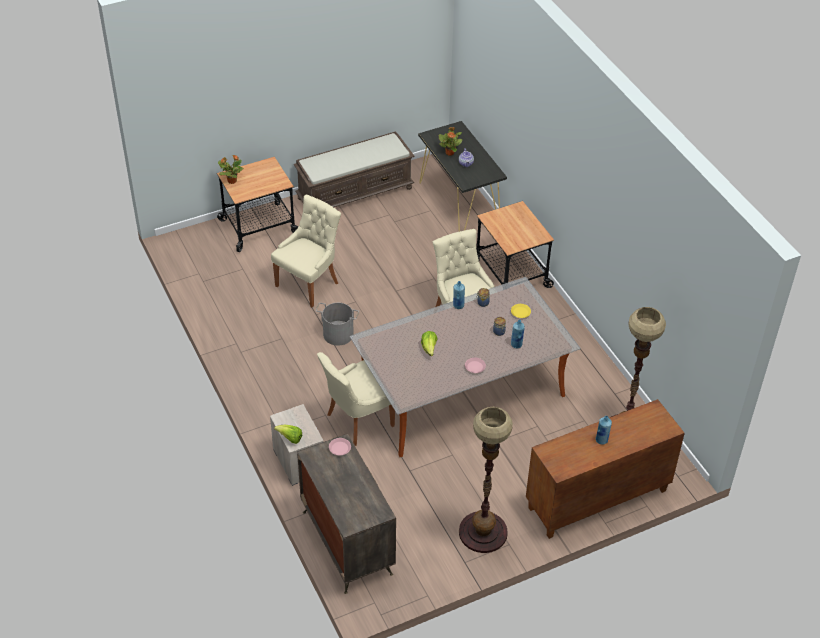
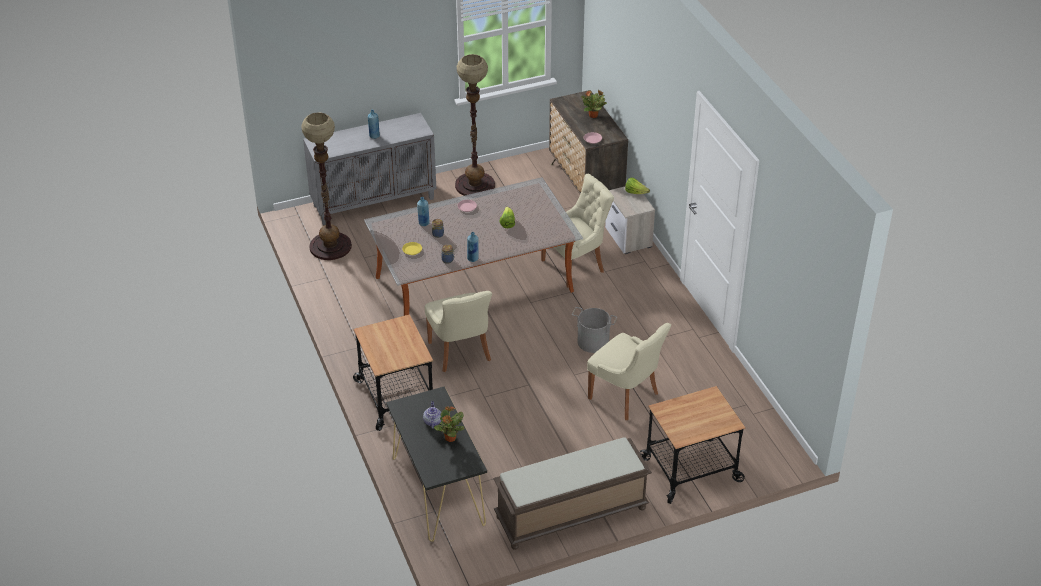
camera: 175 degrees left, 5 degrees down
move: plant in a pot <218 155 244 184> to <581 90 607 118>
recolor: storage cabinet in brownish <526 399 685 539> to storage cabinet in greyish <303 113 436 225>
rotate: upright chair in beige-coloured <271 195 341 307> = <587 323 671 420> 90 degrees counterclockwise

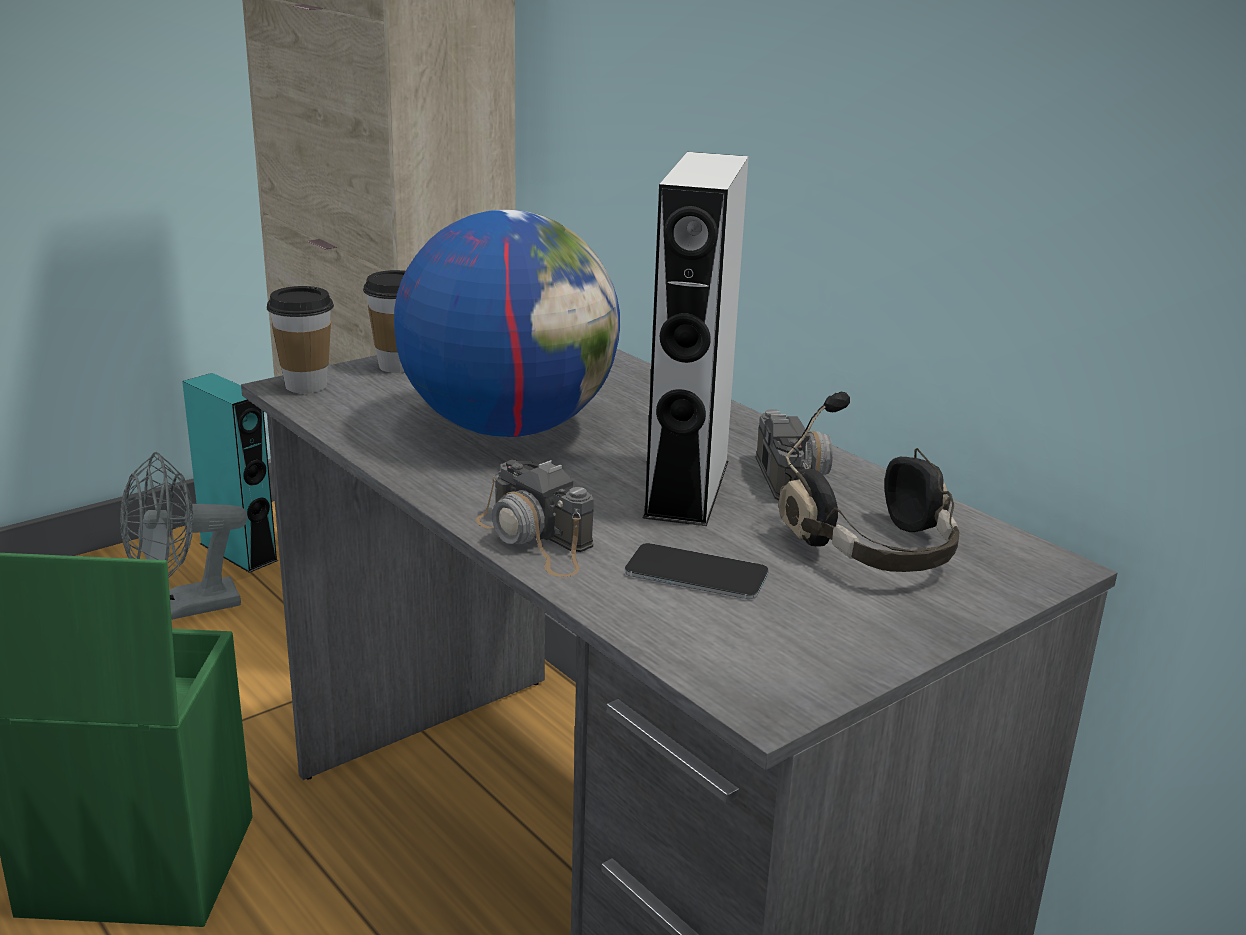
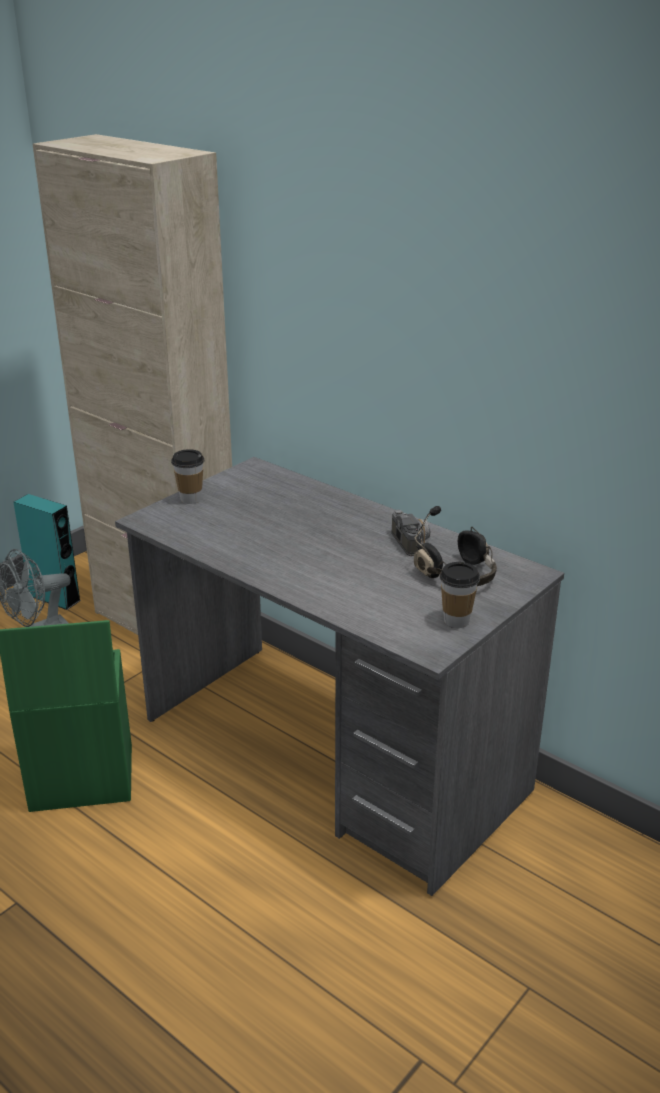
camera: 10 degrees left, 5 degrees up
delete: globe <394 210 620 437>; still camera <475 460 594 577>; phone <625 543 768 599>; speaker in greyish <643 152 749 526>
move: cup <267 286 334 393> to <440 562 480 628>

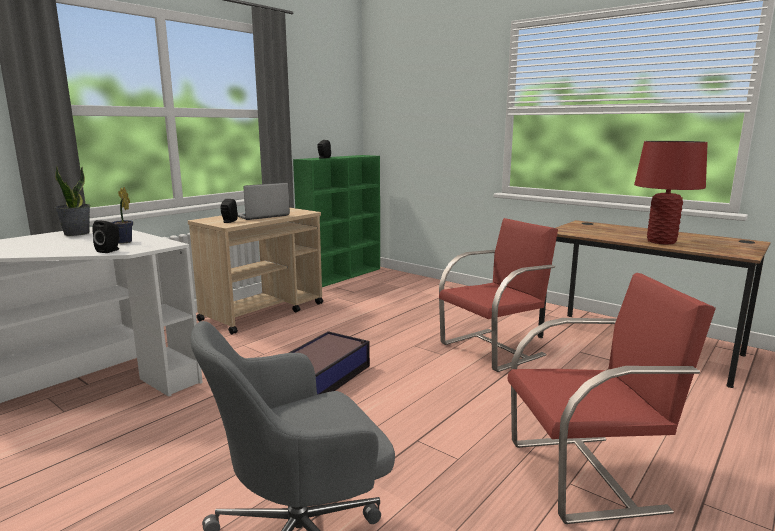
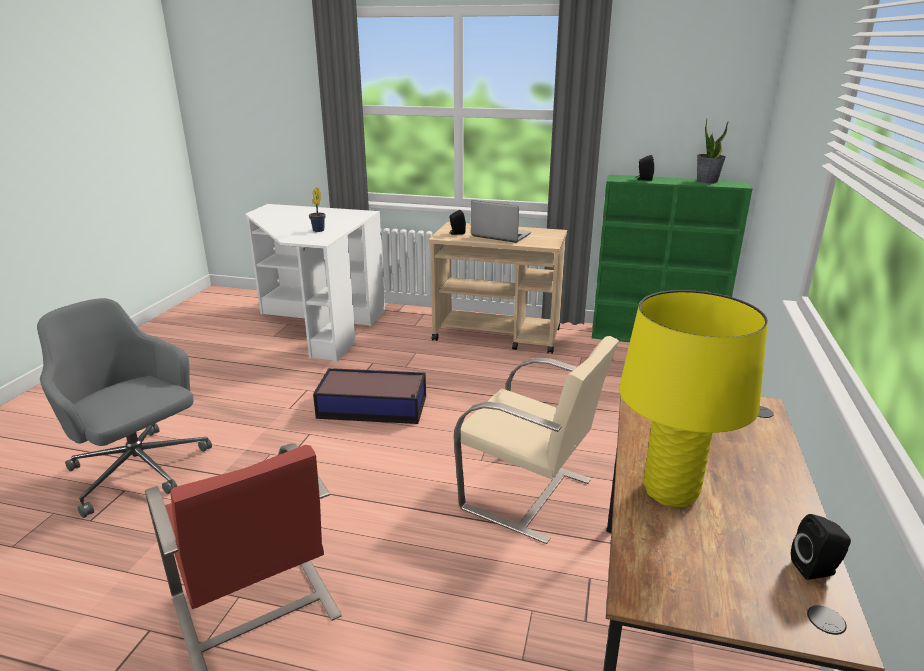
camera: 65 degrees right, 10 degrees up
move: plant in a pot <54 166 90 236> to <697 119 728 184>; speaker in black-coloured <92 220 119 253> to <791 514 851 580>
recolor: upright chair in red-coloured <439 218 558 372> to upright chair in beige-coloured <453 336 619 544>; tabletop lamp in red-coloured <634 141 708 244> to tabletop lamp in yellowish <619 290 768 507>

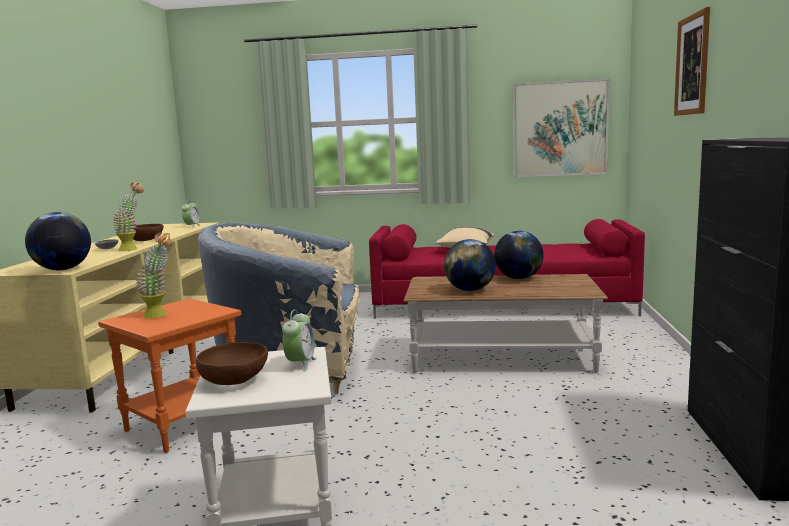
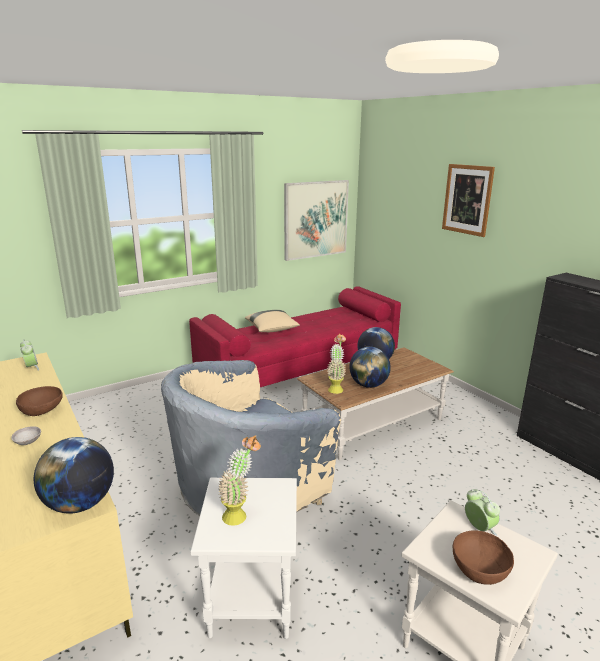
camera: 40 degrees left, 10 degrees up
move: plant in a pot <112 182 144 251> to <327 334 346 394>
recolor: end table in orangey <98 298 242 453> to end table in white <190 478 297 639>

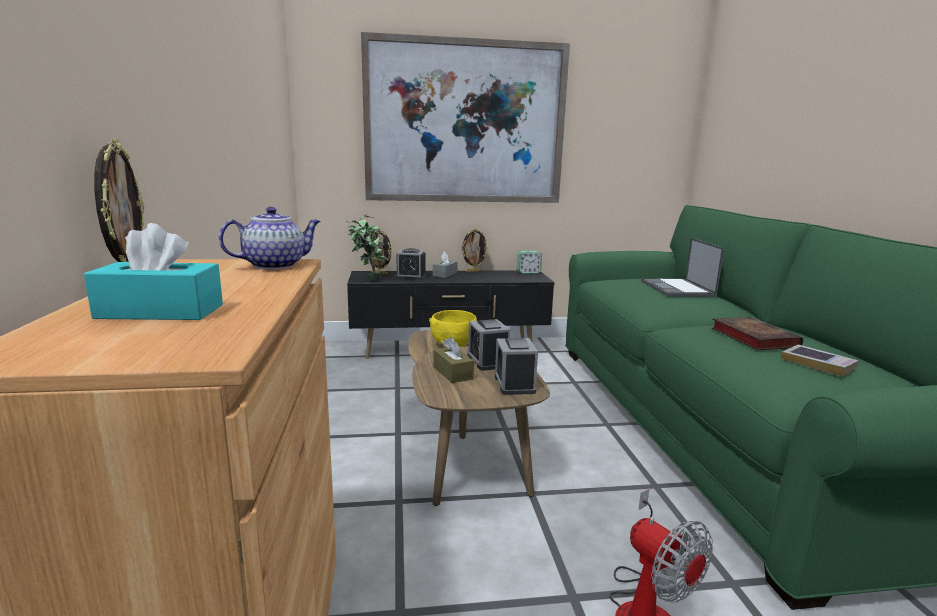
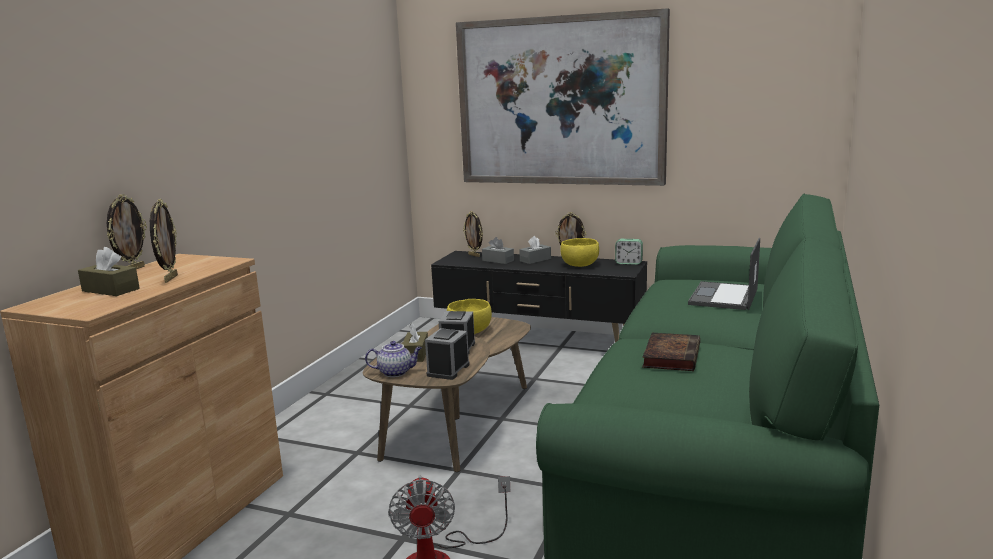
camera: 30 degrees right, 0 degrees up
delete: plant in a pot <347 214 389 280>; bound book <781 344 859 376>
insert: picture frame <150 199 178 283>; bowl in yellowish <560 238 599 267>
move: tea pot <219 207 321 270> to <365 341 422 377>
replace: bedside clock <395 248 427 280> to tissue holder in greyish <482 237 514 264>
recolor: tissue holder in turquoise <84 223 223 320> to tissue holder in brownish <78 247 140 296>

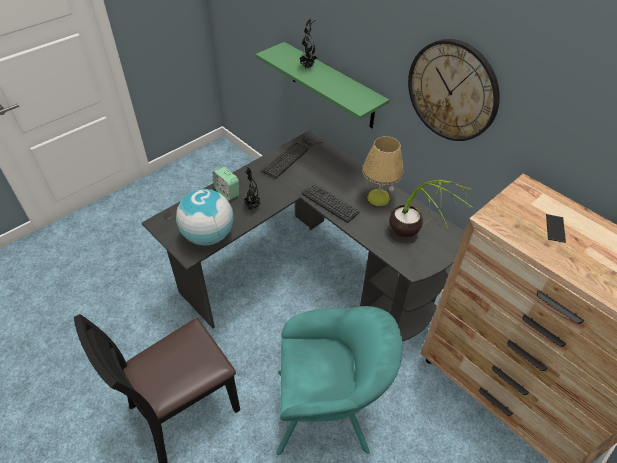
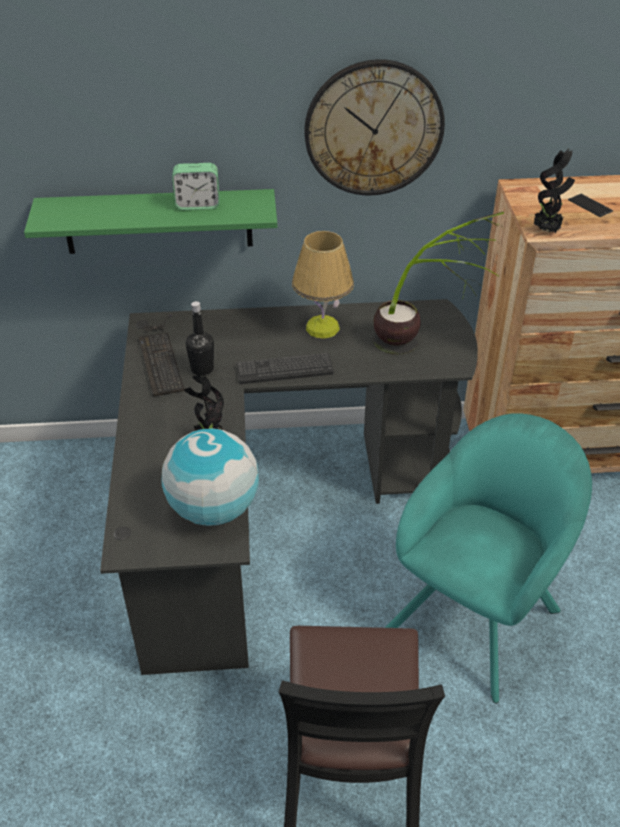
camera: 50 degrees left, 5 degrees down
insert: beverage bottle in black-coloured <186 301 214 376>
move: bedside clock <213 167 240 201> to <172 163 220 210>; plant in a pot <300 19 317 69> to <534 148 575 233>

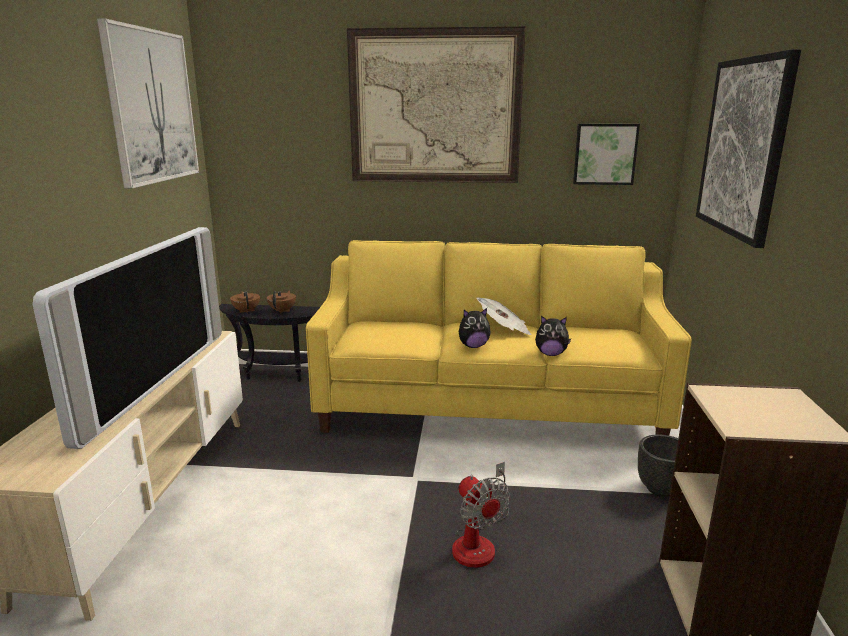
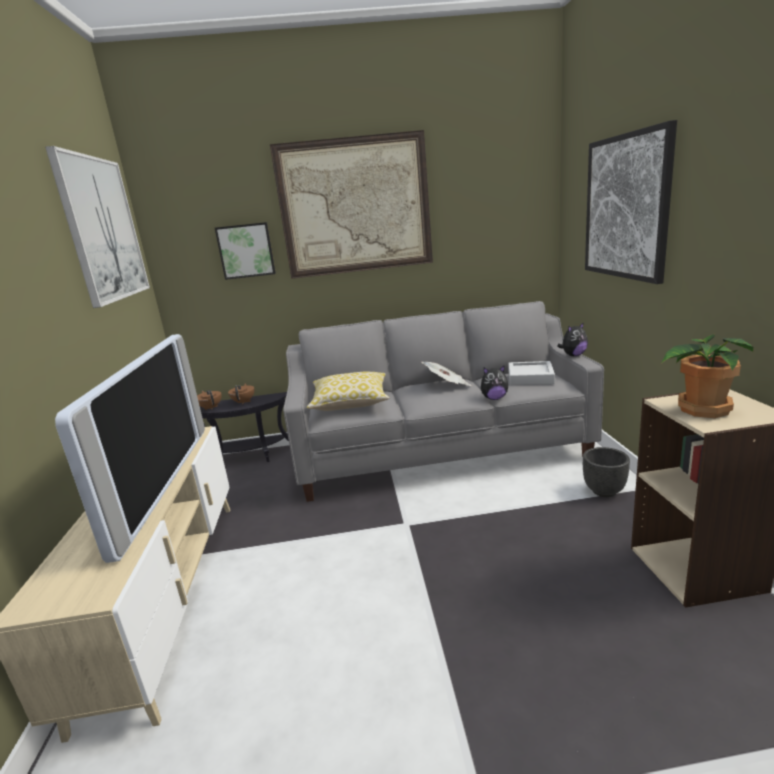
camera: 10 degrees left, 0 degrees up
delete: fan <452 462 510 568>
insert: throw pillow <307 372 390 411>; carrying tray in greyish <508 361 555 385>; plant in a pot <661 334 753 418>
move: wall art <573 124 640 185> to <215 222 276 280>; soft toy <459 308 491 348> to <557 322 588 356>
recolor: settee in yellowish <306 240 692 435> to settee in greyish <283 301 604 502>

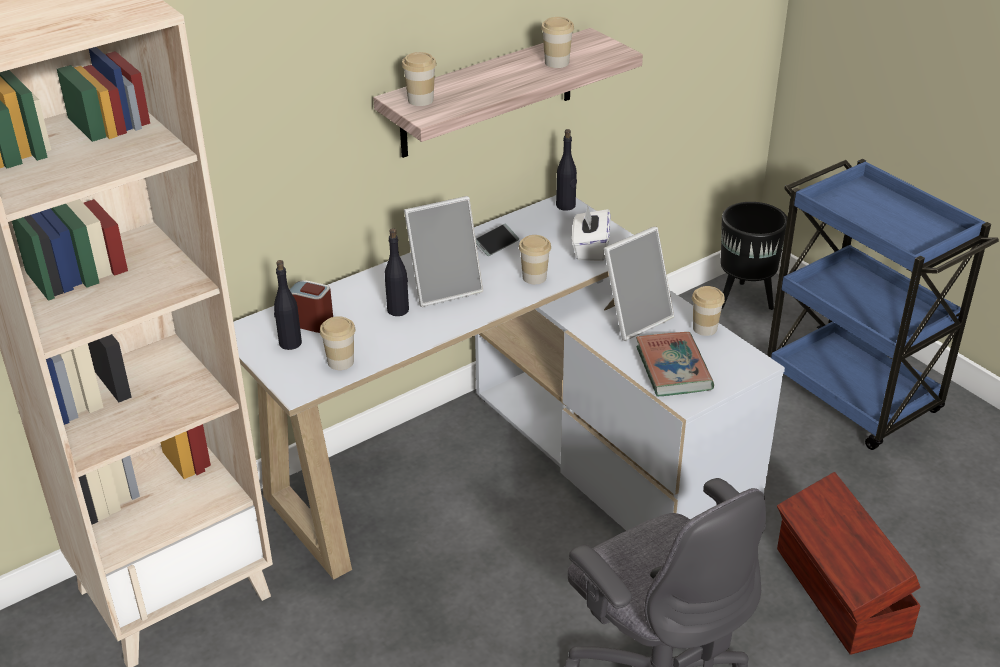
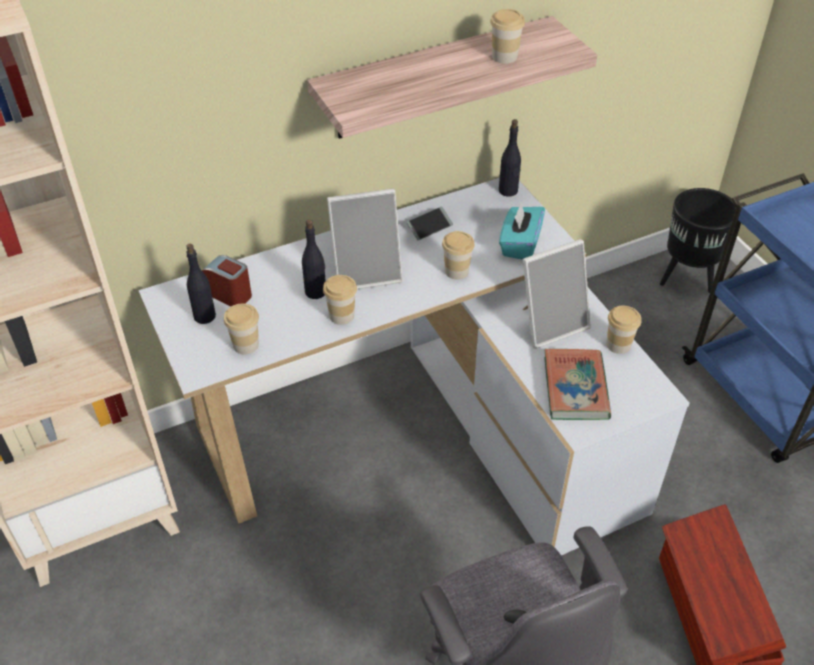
camera: 10 degrees right, 10 degrees up
move: cup <402 52 437 106> to <323 275 357 325>
recolor: tissue holder in white <572 204 611 261> to tissue holder in turquoise <499 202 545 260>

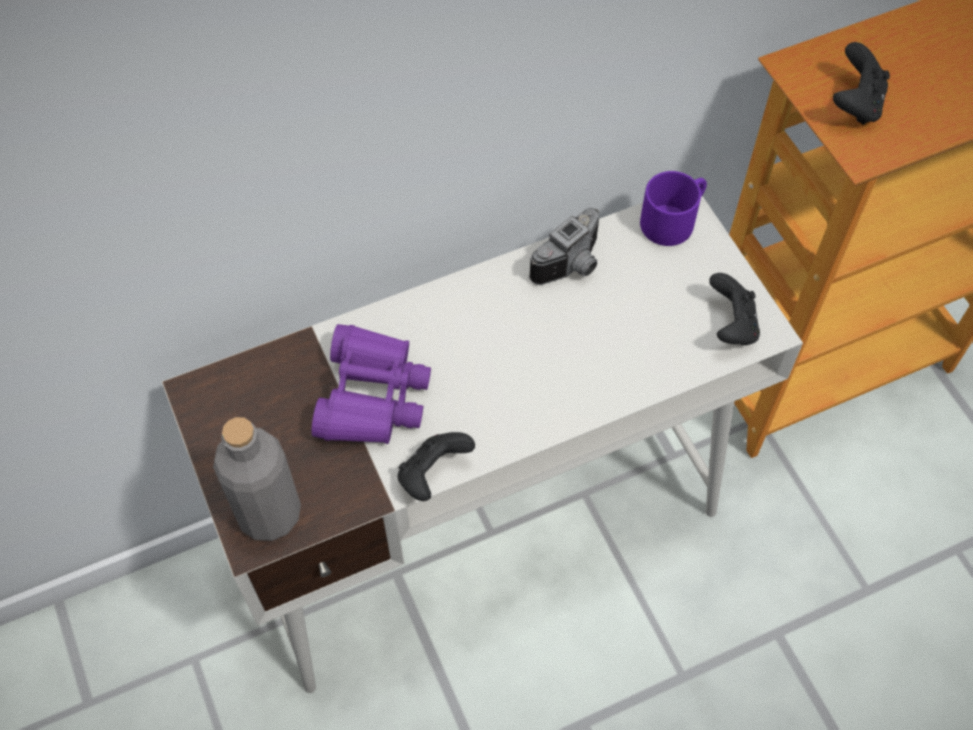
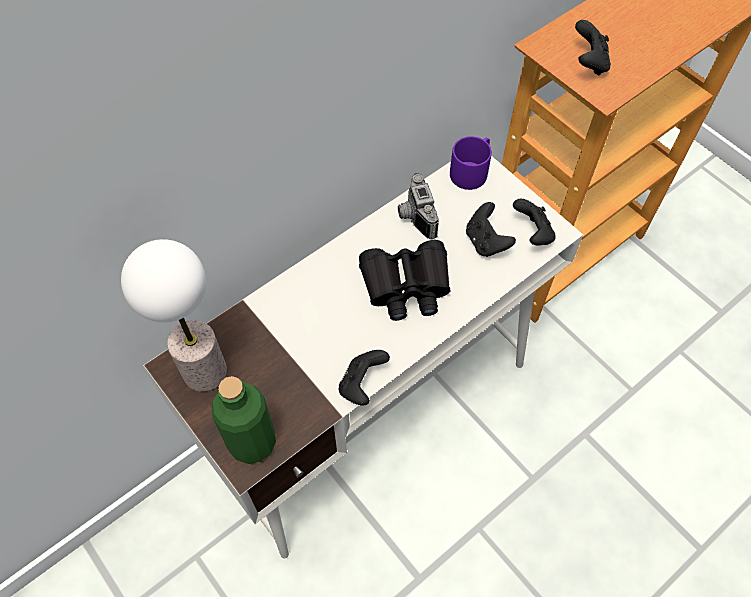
camera: 15 degrees left, 0 degrees up
delete: pair of binoculars in purple <311 324 431 444>
insert: tabletop lamp <121 239 227 392>; pair of binoculars in black-coloured <359 240 451 321>; joypad in black-coloured <466 202 516 257>
recolor: beverage bottle in greyish <213 417 301 541> to beverage bottle in green-coloured <211 376 276 464>
rotate: still camera <529 208 599 285> = <398 173 439 239> 135 degrees clockwise

